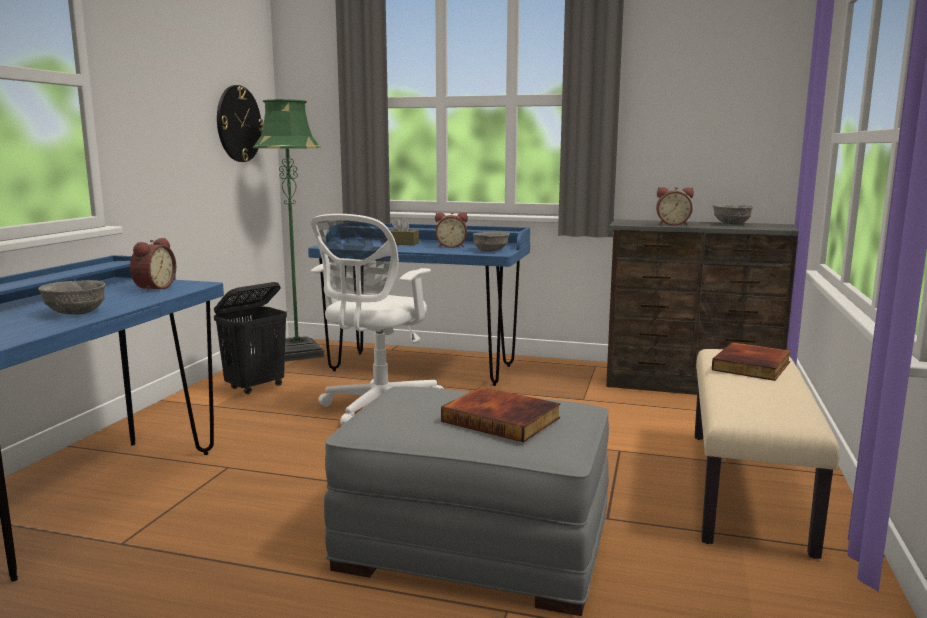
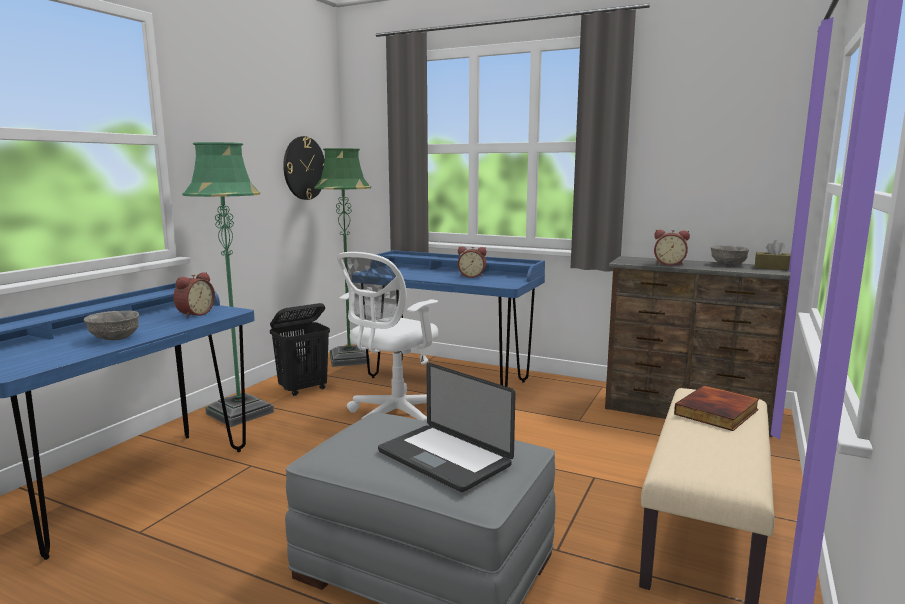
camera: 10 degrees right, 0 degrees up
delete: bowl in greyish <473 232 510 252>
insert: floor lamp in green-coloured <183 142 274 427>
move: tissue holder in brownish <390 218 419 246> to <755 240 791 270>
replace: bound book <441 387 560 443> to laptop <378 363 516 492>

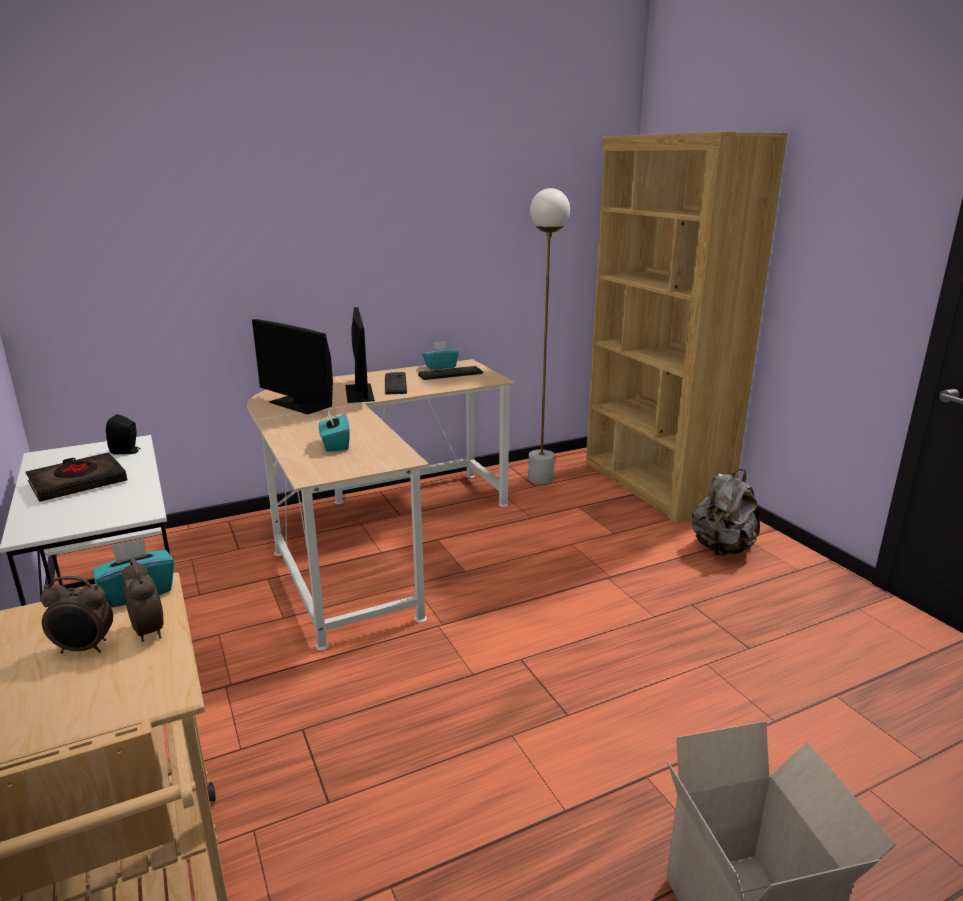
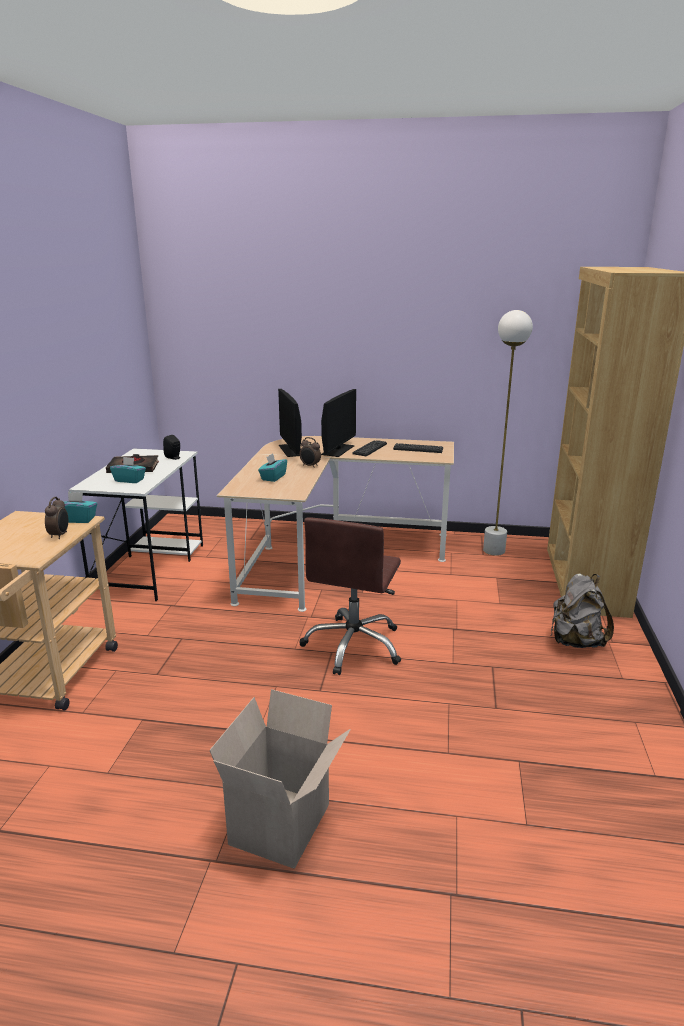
camera: 35 degrees right, 0 degrees up
insert: office chair in brownish <299 517 401 675>
move: tissue holder in turquoise <423 341 459 370> to <110 457 146 483>; bedside clock <41 576 113 653> to <300 437 321 468>

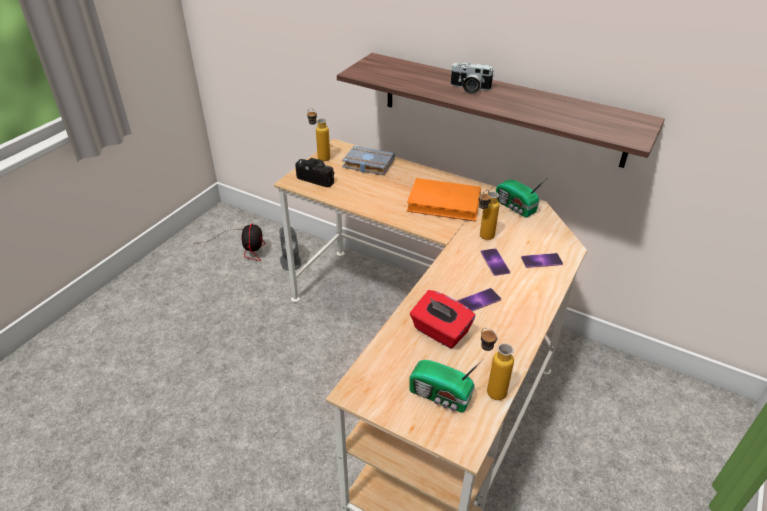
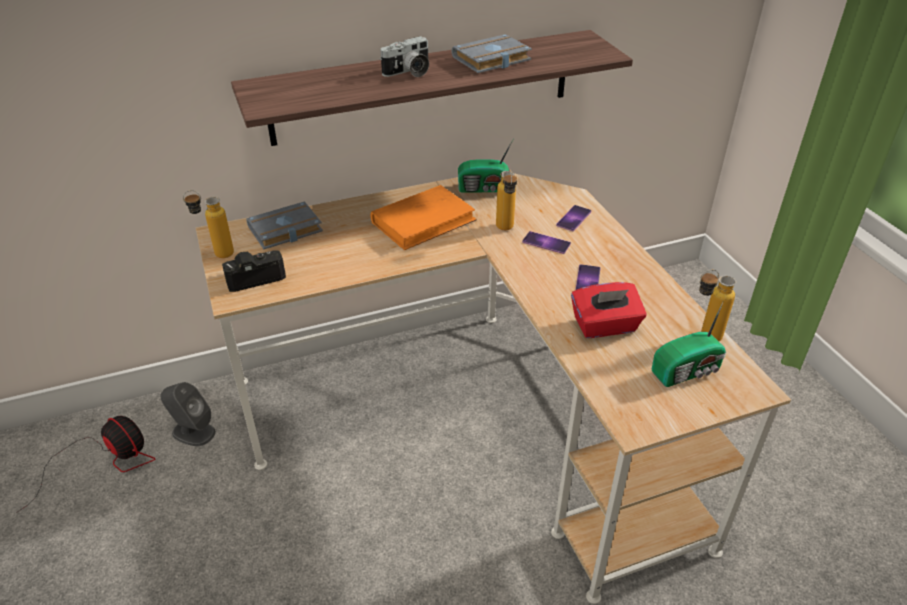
camera: 50 degrees left, 0 degrees up
insert: bound book in greyish <451 34 532 73>

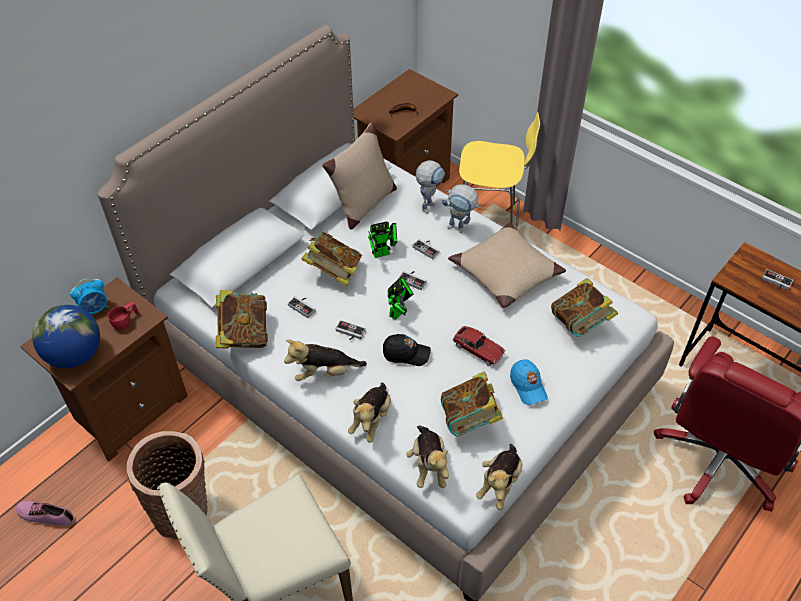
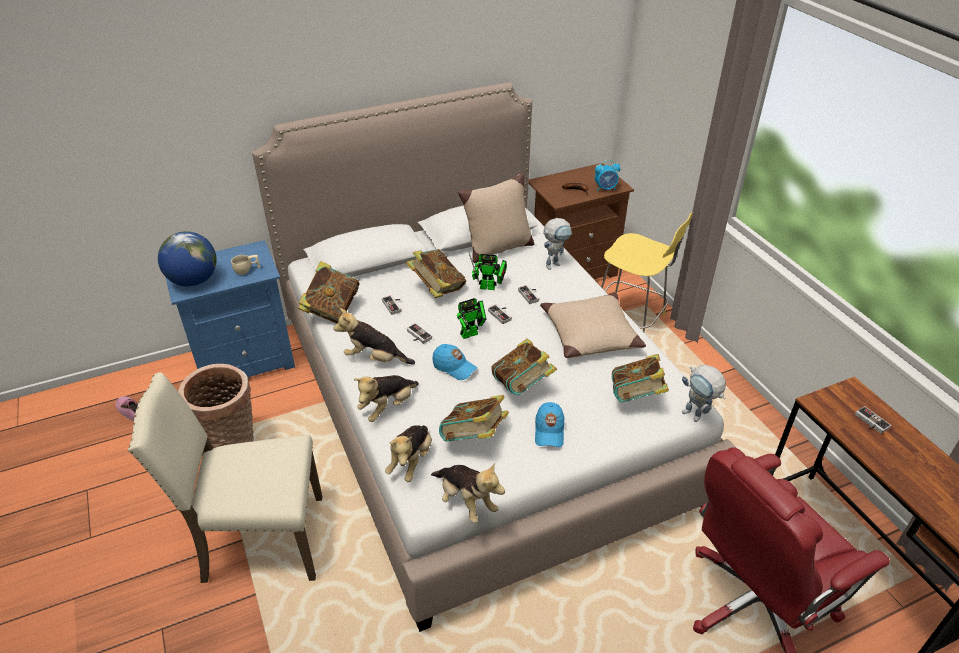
camera: 25 degrees right, 10 degrees down
move: bedside clock <70 279 109 314> to <595 160 620 191>; robot figure <442 184 481 233> to <682 365 726 422>
replace: model car <453 326 505 366> to bound book <492 339 557 395>
recolor: nightstand in brownish <20 277 188 461> to nightstand in bluish <166 240 295 377>; cup in red-coloured <108 302 139 330> to cup in beige-coloured <231 255 260 275>; peaked cap in black-coloured <383 334 431 366> to peaked cap in bluish <432 344 477 380>
rotate: soft toy <476 444 522 510> = <431 463 505 523> 90 degrees counterclockwise

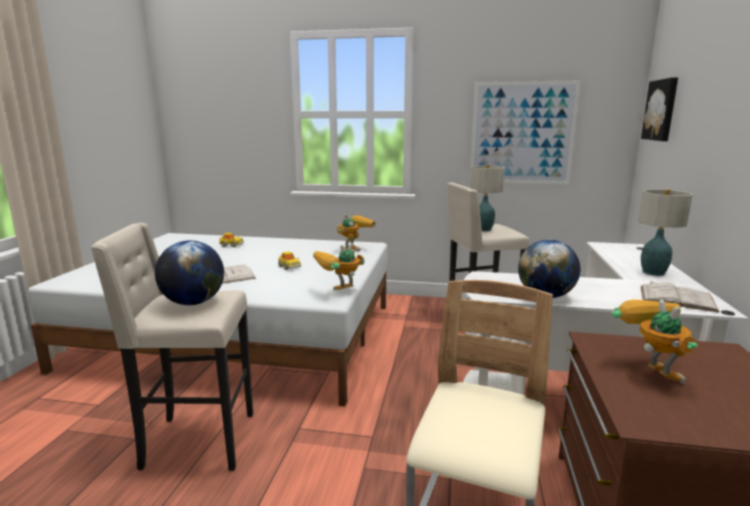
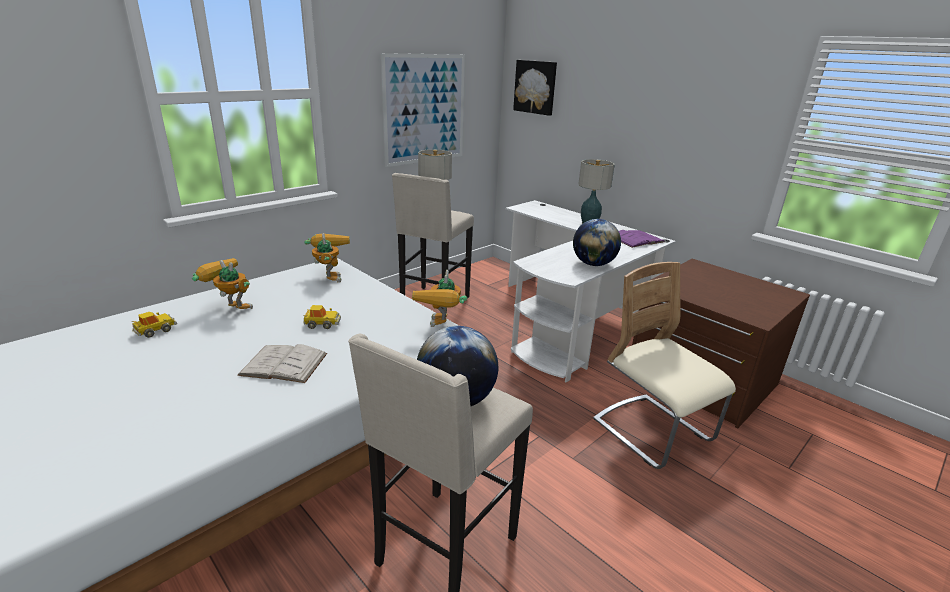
camera: 55 degrees left, 10 degrees up
move: robot figure <612 300 698 384> to <192 258 253 309>
recolor: bound book in white <641 281 720 313> to bound book in purple <619 230 665 248>

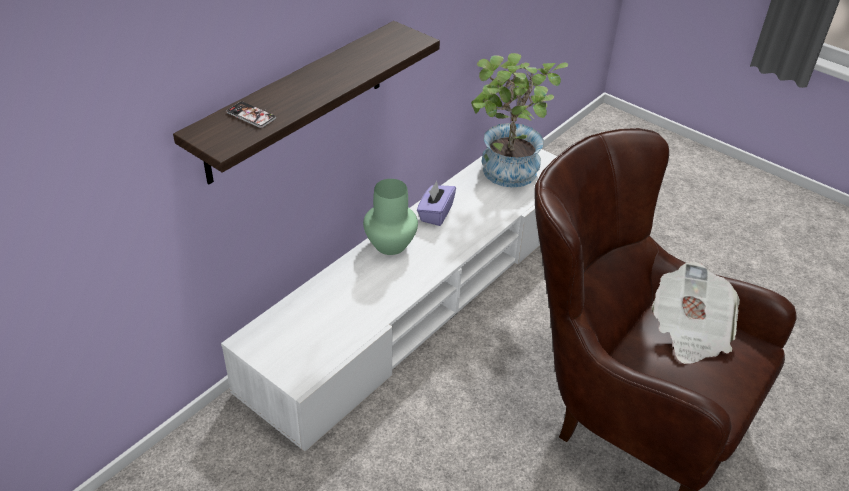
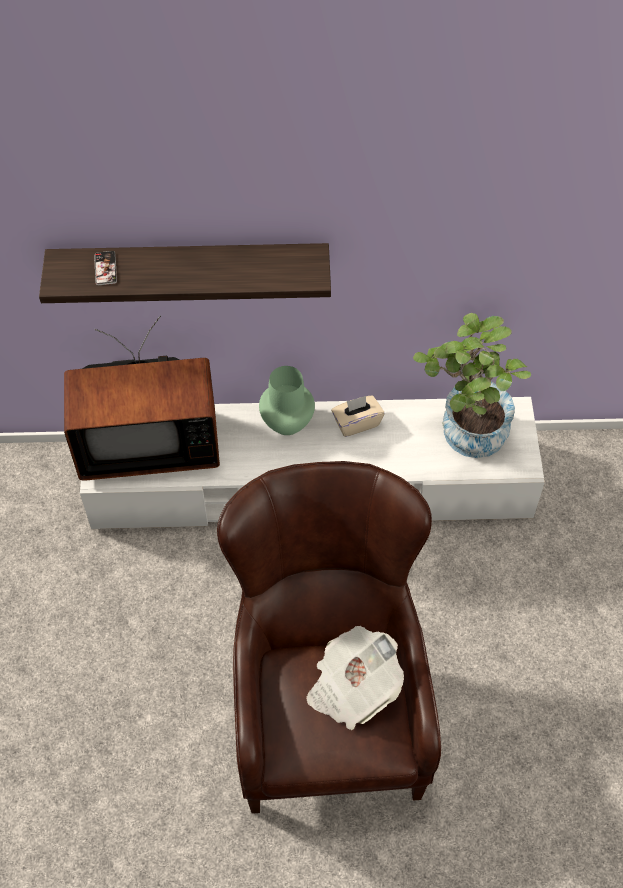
camera: 50 degrees right, 15 degrees up
insert: television <64 315 220 481>
recolor: tissue holder in purple <417 181 456 226> to tissue holder in beige-coloured <331 395 384 437>

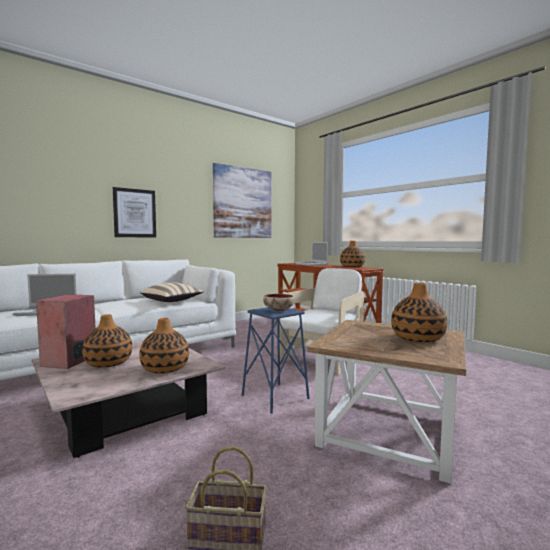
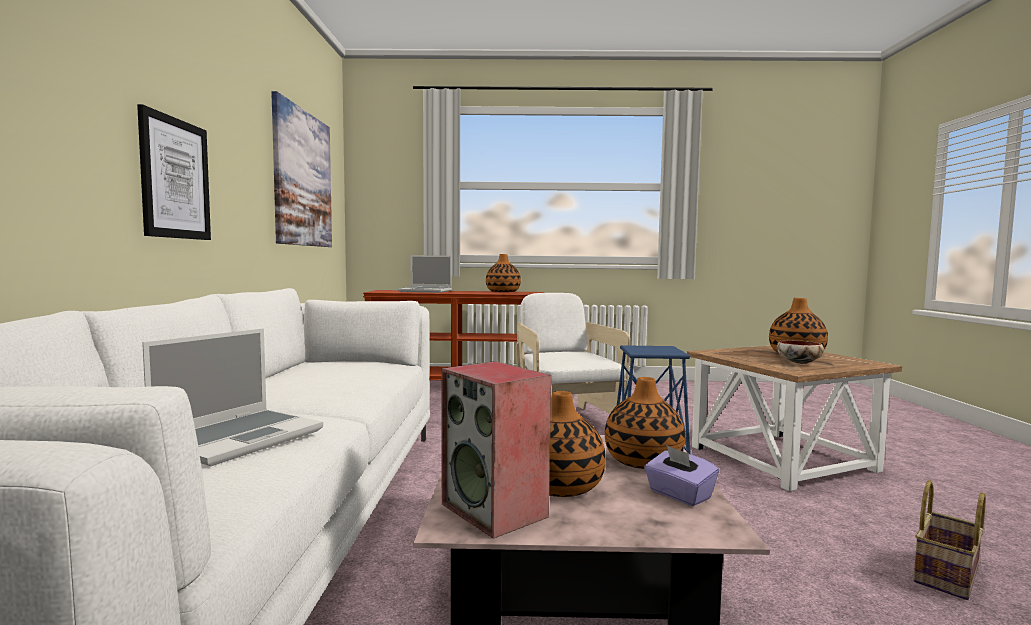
camera: 50 degrees left, 0 degrees up
delete: throw pillow in beige-coloured <140 282 204 302>
insert: tissue holder in purple <644 445 719 506>
move: bowl <263 294 295 311> to <777 340 824 364>

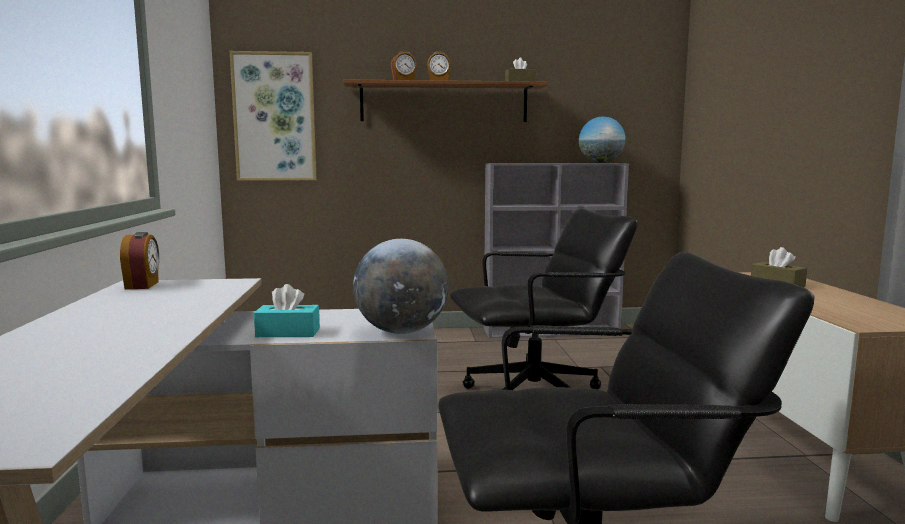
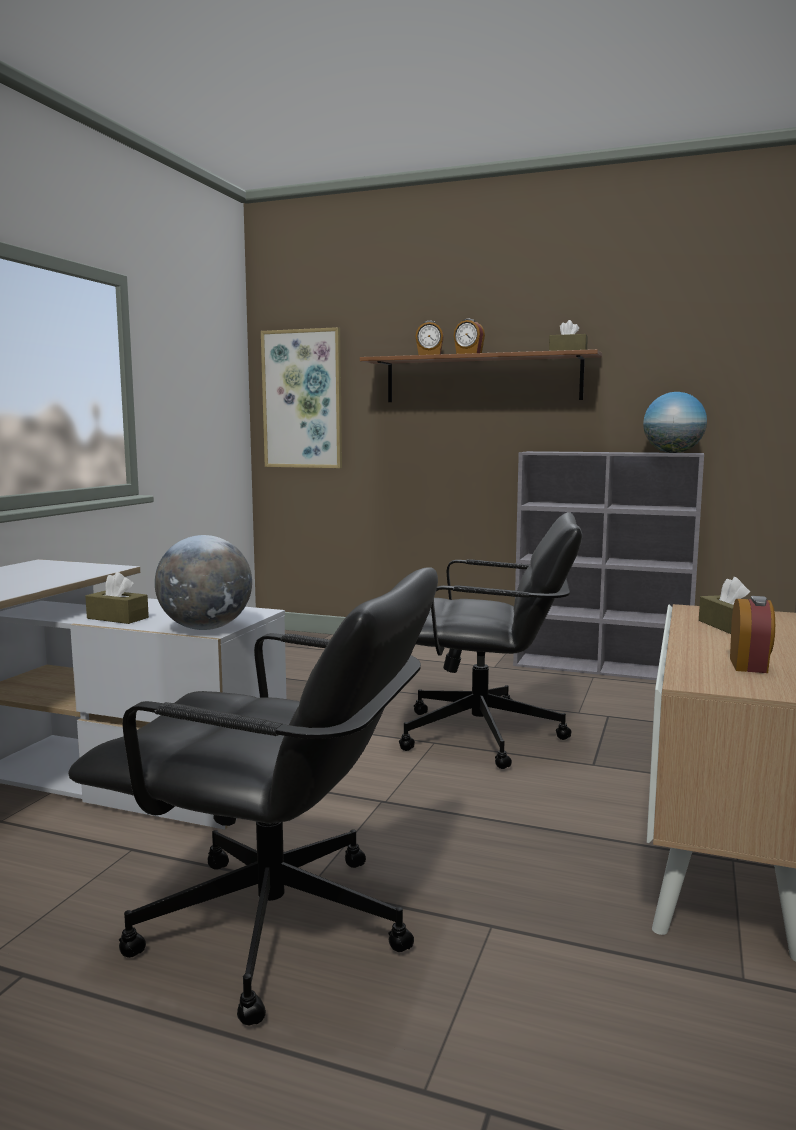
camera: 25 degrees right, 0 degrees up
move: bedside clock <120 232 159 290> to <730 596 775 673>
recolor: tissue holder in turquoise <254 284 320 337> to tissue holder in brownish <85 572 149 624>

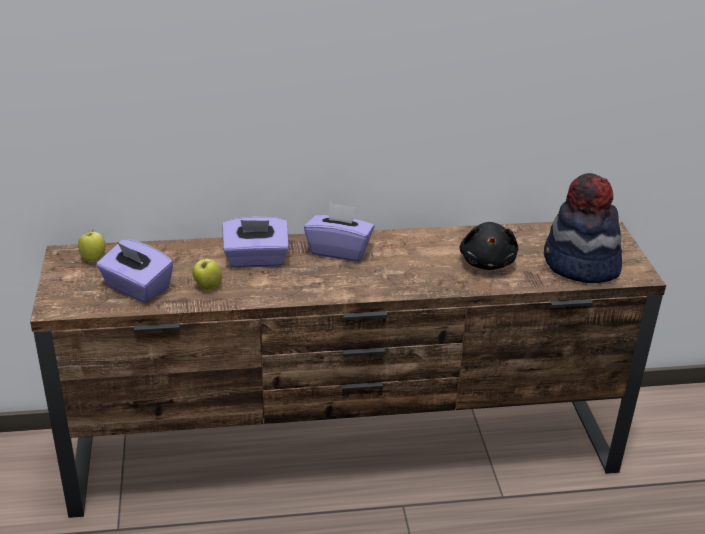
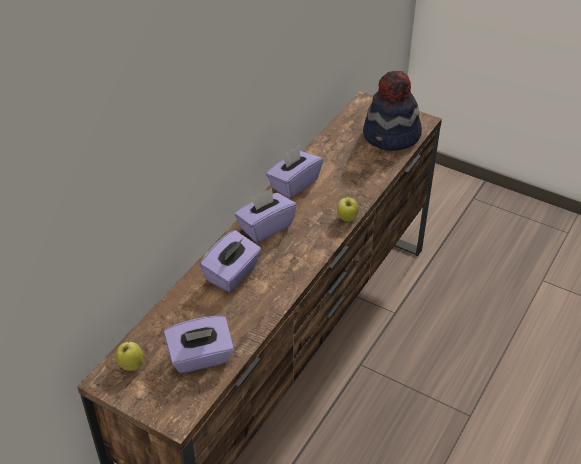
camera: 50 degrees left, 10 degrees up
delete: soft toy in black-coloured <460 222 518 270>
insert: tissue holder in purple <266 146 323 199>
move: apple fruit <192 256 222 290> to <337 197 359 221>

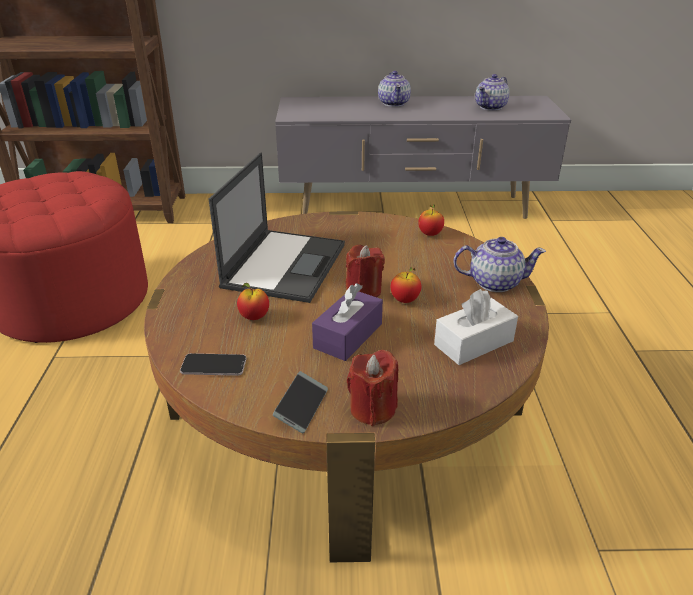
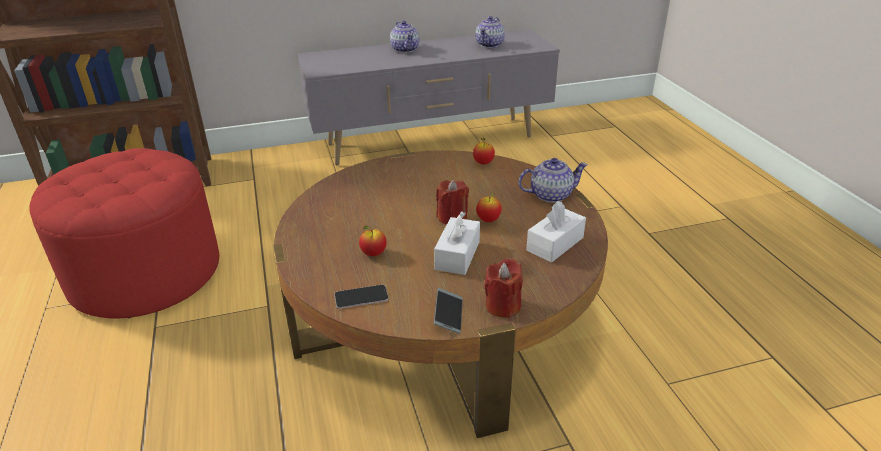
camera: 15 degrees left, 0 degrees up
delete: laptop <209 153 345 303>
recolor: tissue holder in purple <312 283 383 361> to tissue holder in white <434 212 480 275>

